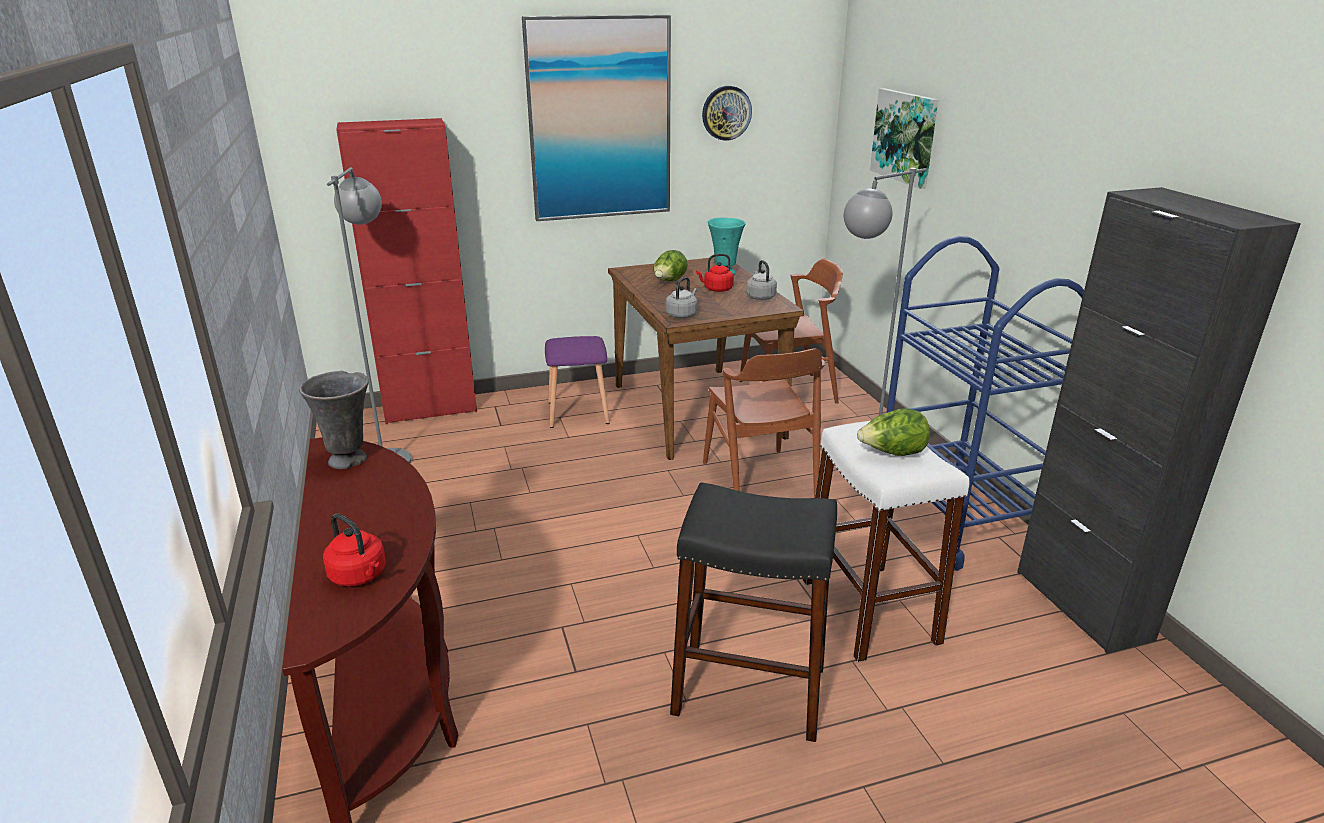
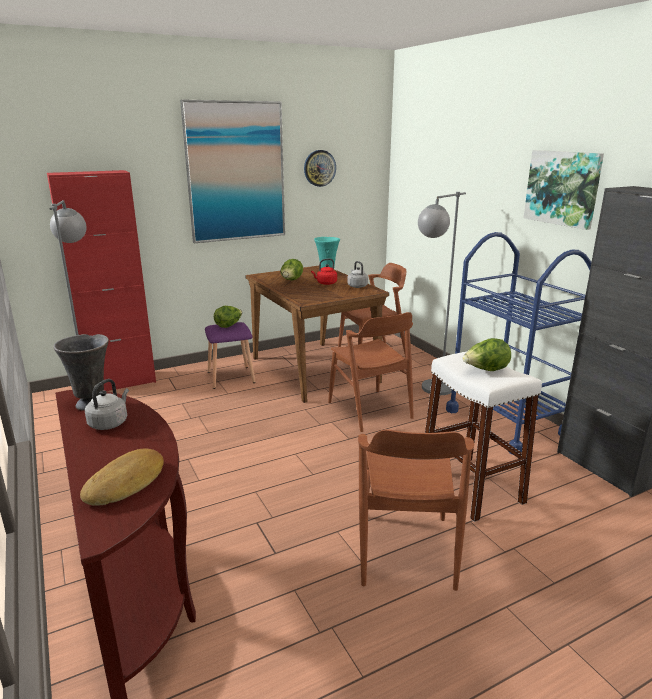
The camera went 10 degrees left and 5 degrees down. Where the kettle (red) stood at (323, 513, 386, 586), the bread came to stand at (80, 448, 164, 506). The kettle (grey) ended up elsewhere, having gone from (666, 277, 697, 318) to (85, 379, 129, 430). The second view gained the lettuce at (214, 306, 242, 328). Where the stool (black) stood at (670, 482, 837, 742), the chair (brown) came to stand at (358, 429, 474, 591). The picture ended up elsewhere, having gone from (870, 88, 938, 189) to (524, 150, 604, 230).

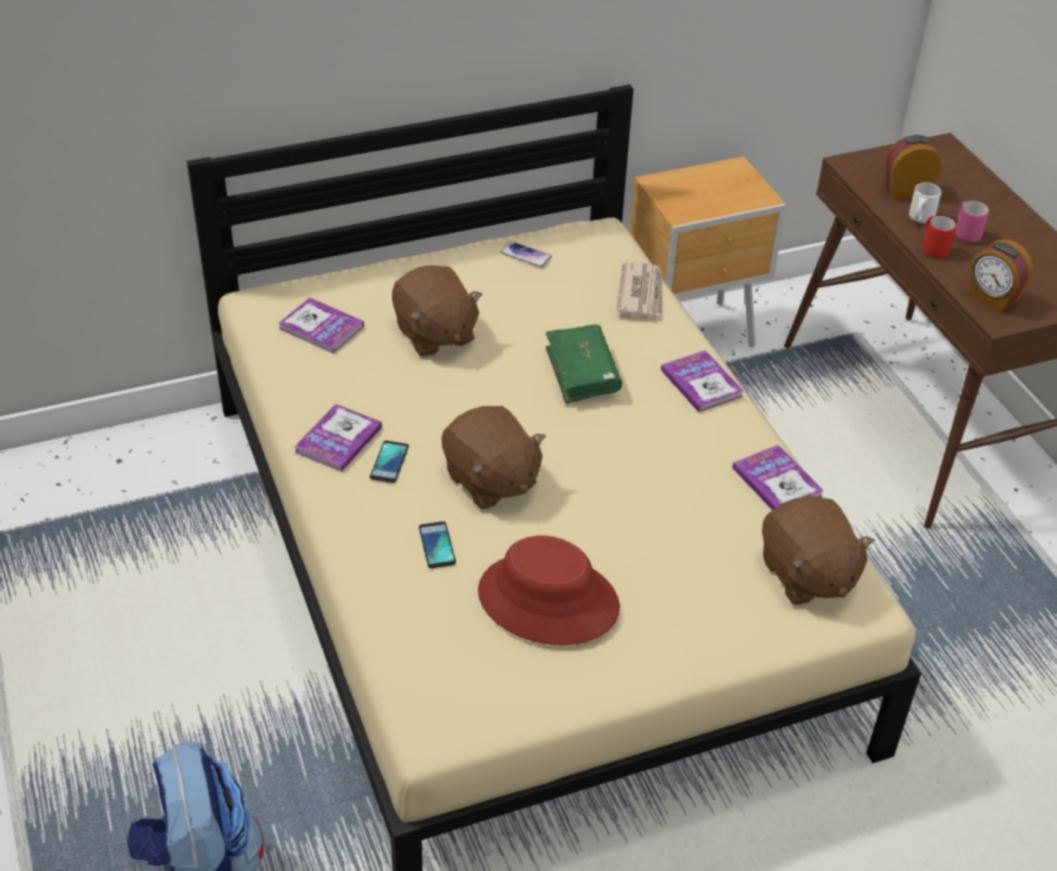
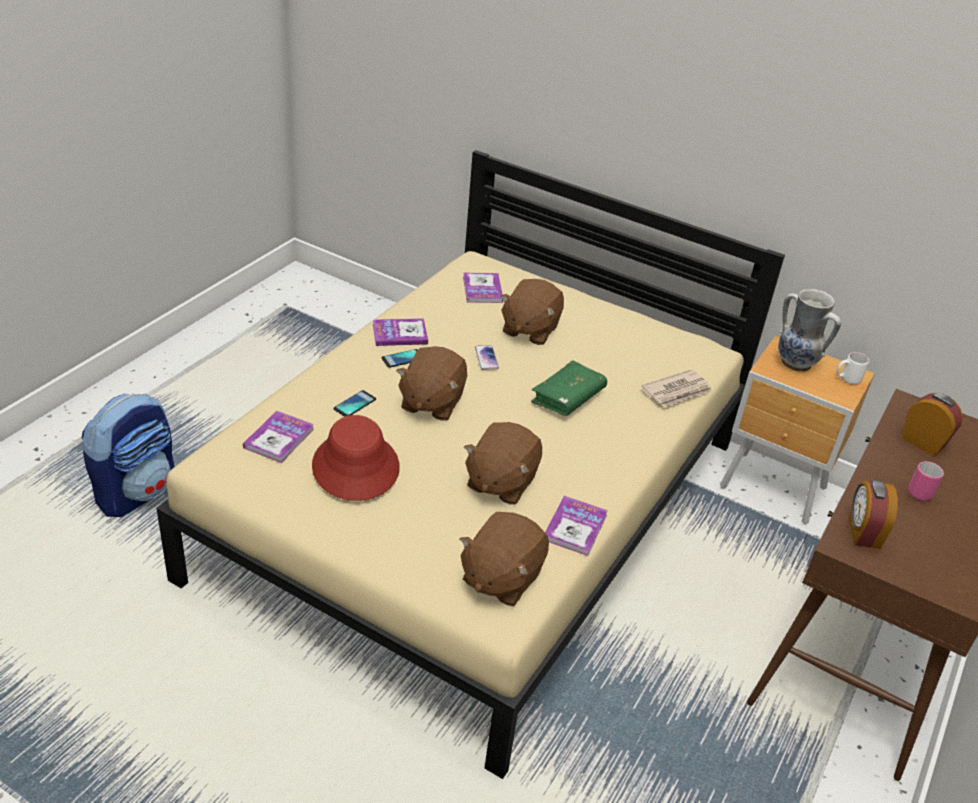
The camera went 50 degrees right and 5 degrees down. The book ended up elsewhere, having gone from (661, 350, 744, 412) to (243, 411, 314, 463). The second view gained the plush toy (brown) at (464, 422, 542, 505). The phone ended up elsewhere, having gone from (500, 241, 552, 267) to (475, 345, 499, 370). The second view gained the vase at (778, 289, 841, 372). The mug (white) ended up elsewhere, having gone from (909, 182, 941, 223) to (837, 352, 869, 384). The second view lost the mug (red) at (923, 216, 956, 258).

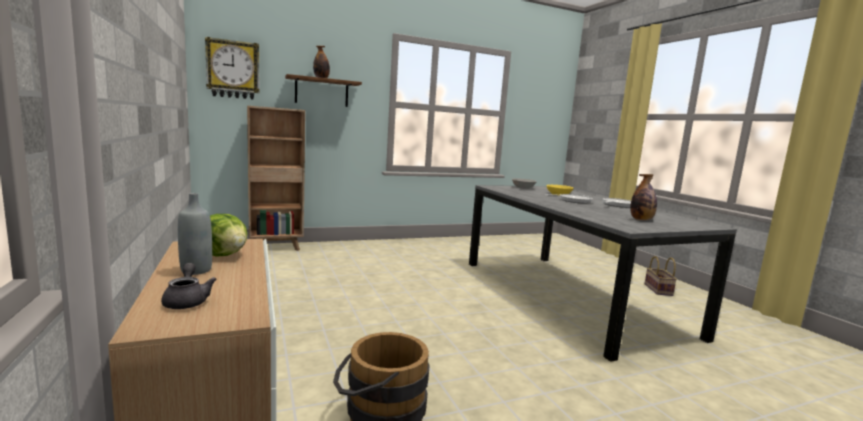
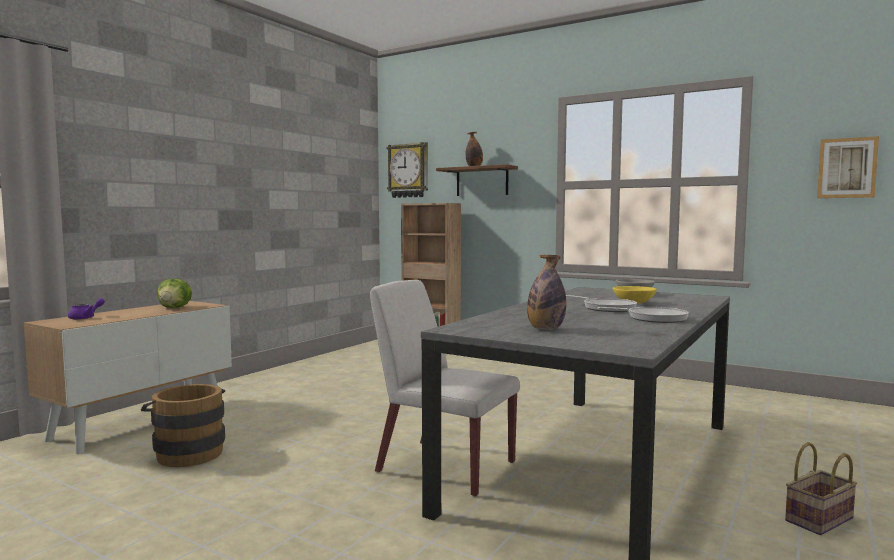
The camera went 55 degrees right and 5 degrees down. What was the teapot (grey) at (161, 263, 217, 309) turned into the teapot (purple) at (68, 298, 105, 320). The second view gained the chair (white) at (370, 280, 520, 497). The second view gained the picture at (817, 136, 879, 198). The second view lost the bottle (grey) at (178, 193, 212, 275).

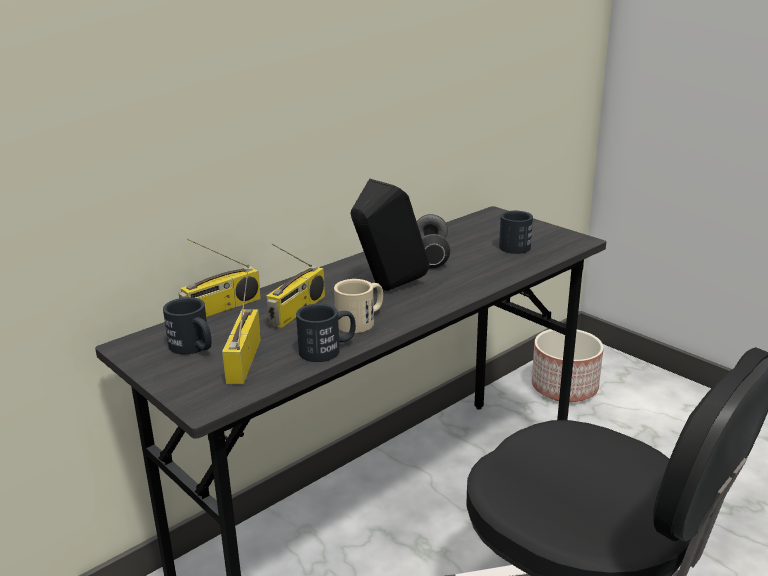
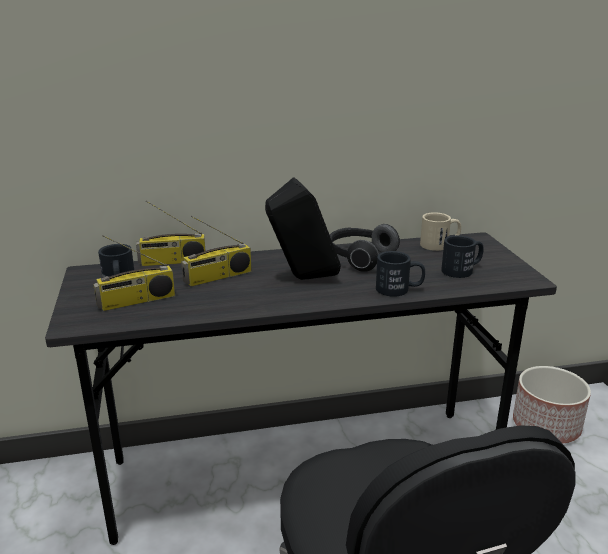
The camera went 30 degrees right and 0 degrees up. The radio at (222, 266, 261, 384) ended up facing another way, 150 degrees counterclockwise from before. The mug (black) ended up elsewhere, having gone from (296, 303, 356, 362) to (376, 251, 425, 297). The mug (beige) ended up elsewhere, having gone from (334, 279, 383, 333) to (420, 212, 461, 251).

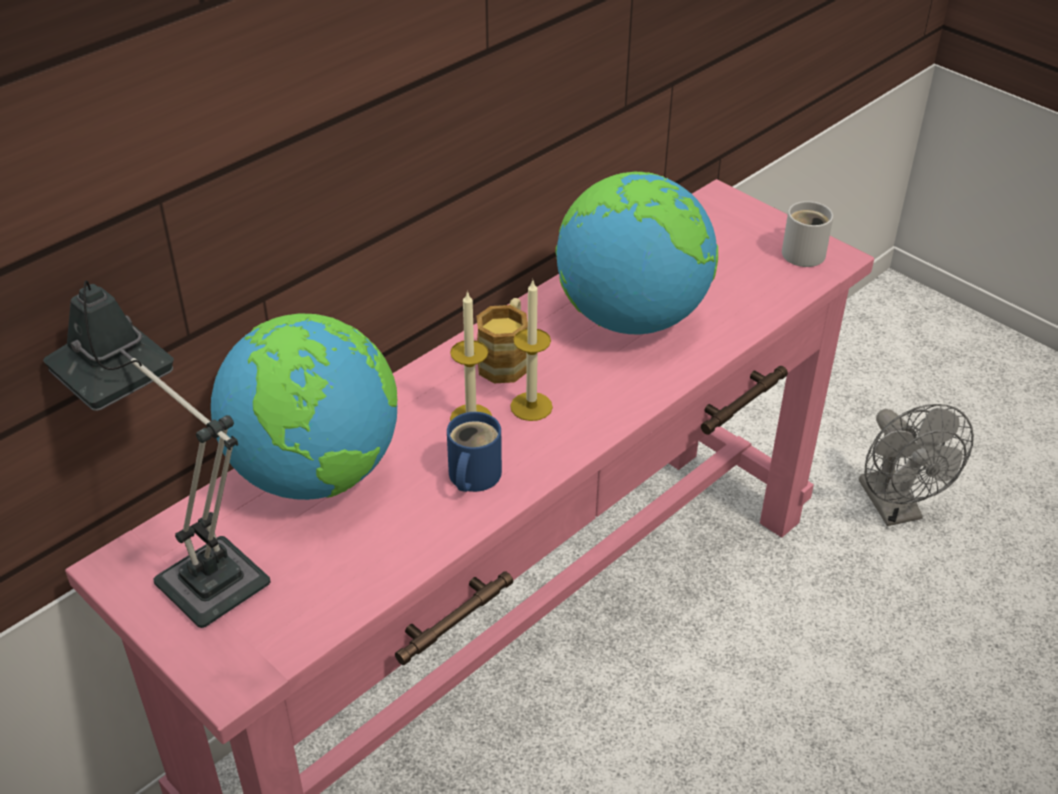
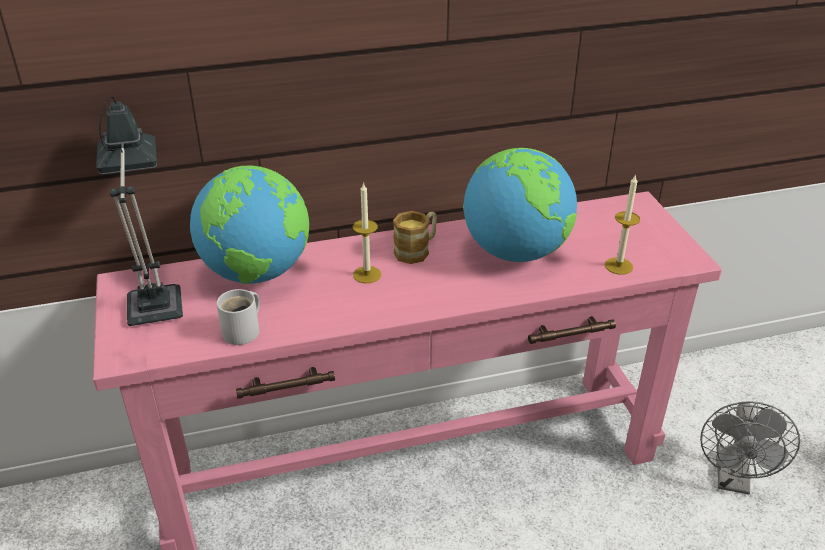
The camera went 30 degrees right and 5 degrees down. The mug (white) ended up elsewhere, having gone from (782, 201, 833, 267) to (217, 289, 260, 345). The candle ended up elsewhere, having gone from (510, 281, 553, 421) to (605, 174, 640, 275). The second view lost the mug (blue) at (447, 412, 502, 492).

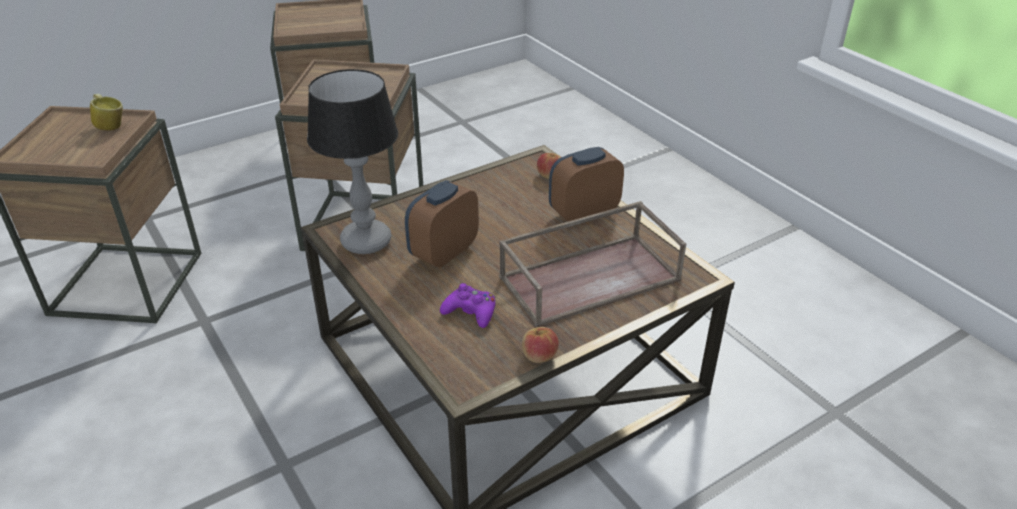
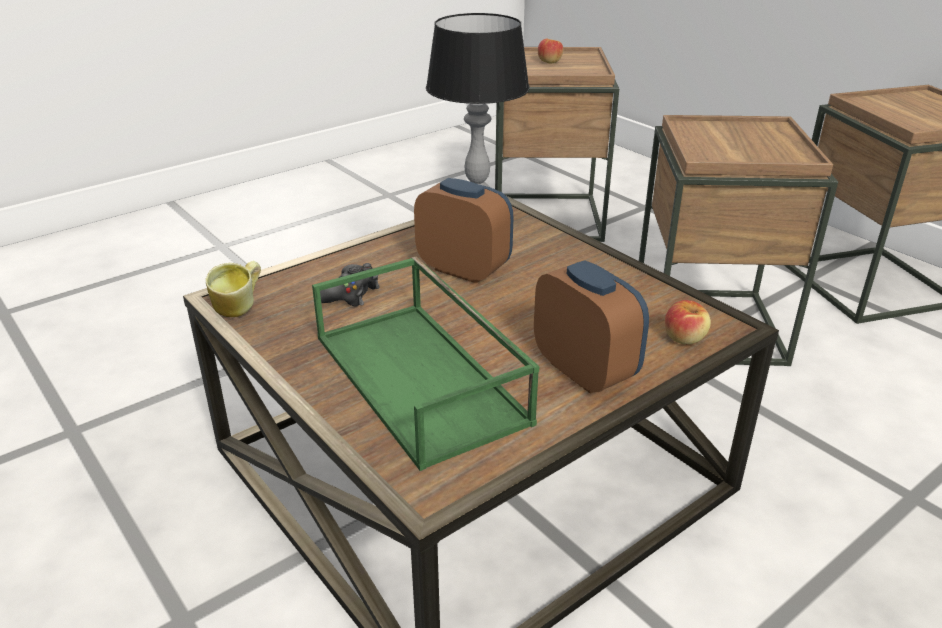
The camera went 85 degrees right and 5 degrees down. The mug ended up elsewhere, having gone from (90, 94, 123, 131) to (206, 261, 261, 317). What was the tray (brown) at (499, 201, 686, 327) turned into the tray (green) at (312, 257, 540, 471). What was the game controller (purple) at (440, 283, 495, 328) turned into the game controller (black) at (320, 263, 380, 307). The apple ended up elsewhere, having gone from (522, 327, 559, 363) to (538, 39, 563, 63).

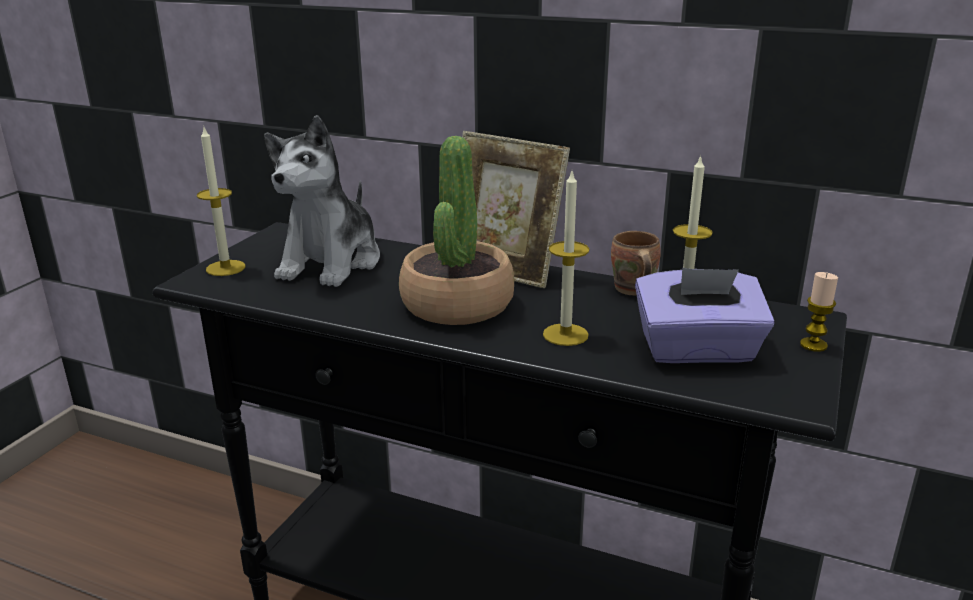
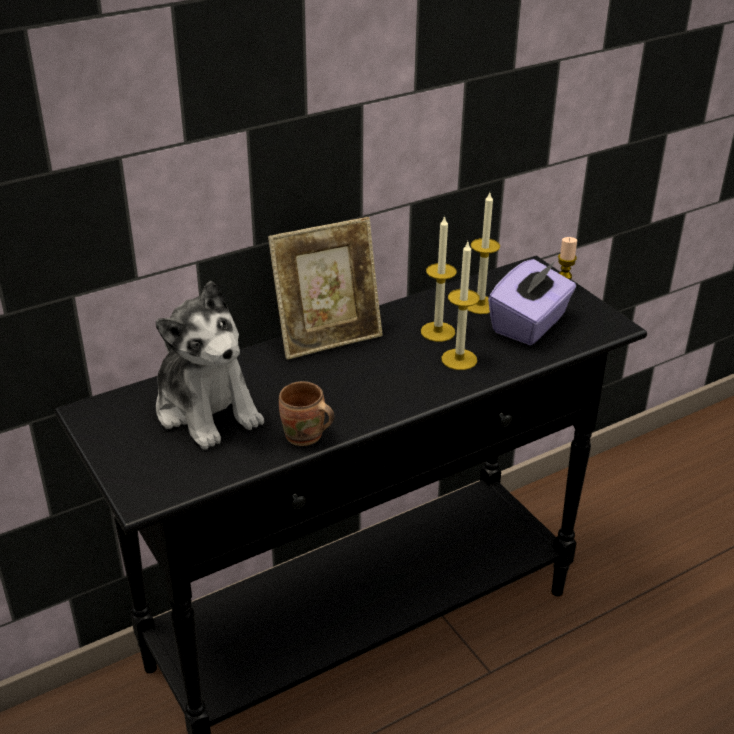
The camera went 55 degrees left and 10 degrees up. The mug (brown) ended up elsewhere, having gone from (611, 231, 661, 296) to (279, 381, 334, 446). The candle ended up elsewhere, having gone from (197, 128, 245, 276) to (421, 215, 457, 342). The second view lost the potted plant at (399, 136, 514, 325).

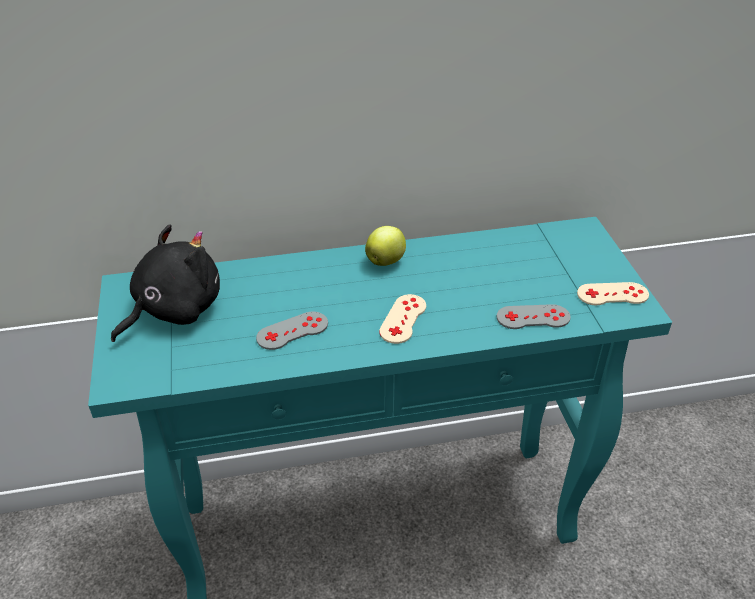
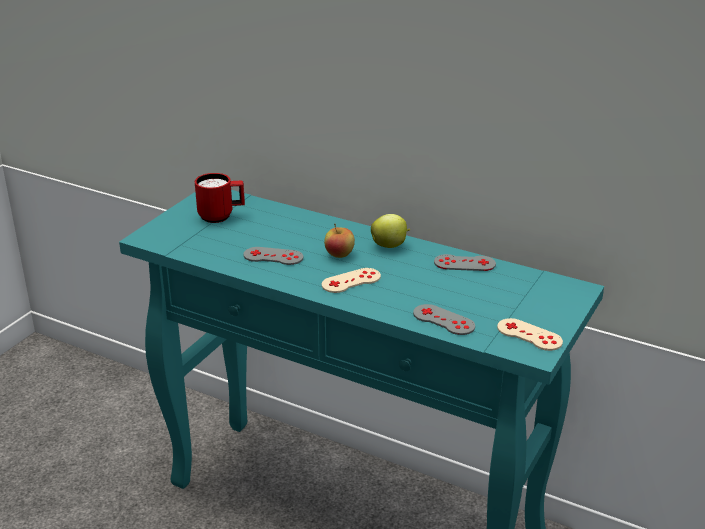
The camera went 40 degrees right and 10 degrees down. Where the plush toy (black) stood at (111, 224, 220, 342), the mug (red) came to stand at (195, 173, 245, 223). The second view gained the apple at (324, 224, 355, 258). The second view gained the game controller (grey) at (434, 254, 496, 271).

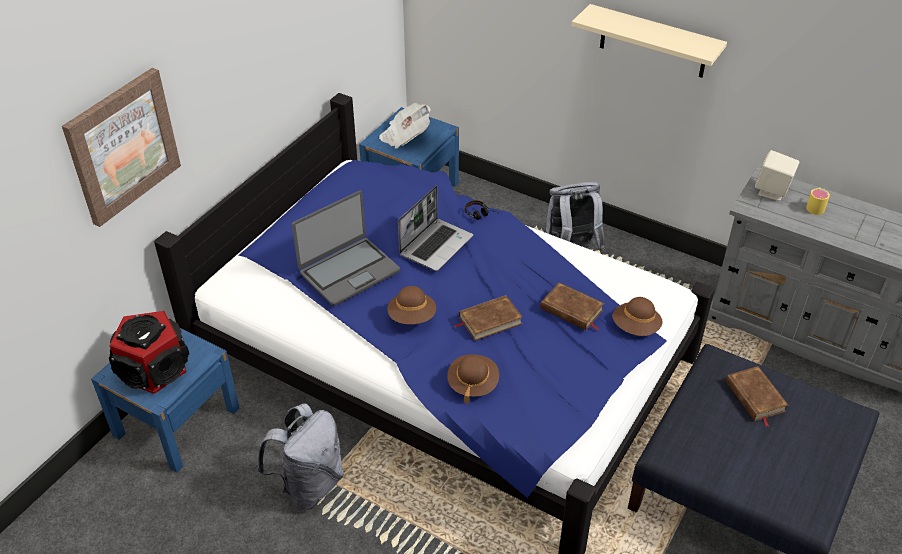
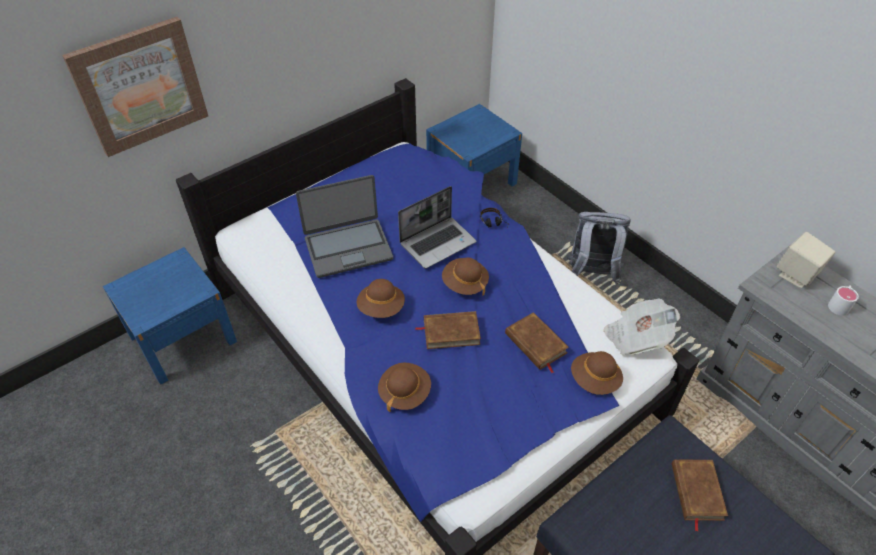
The camera went 20 degrees right and 5 degrees up. The second view gained the hat (brown) at (442, 258, 489, 296). The newspaper ended up elsewhere, having gone from (379, 103, 431, 149) to (603, 298, 680, 356). What was the mug (yellow) at (806, 187, 830, 215) turned into the mug (white) at (828, 285, 859, 316). The second view lost the speaker at (109, 311, 189, 394). The second view lost the backpack (grey) at (257, 404, 344, 510). The second view lost the shelf (beige) at (571, 4, 727, 78).

